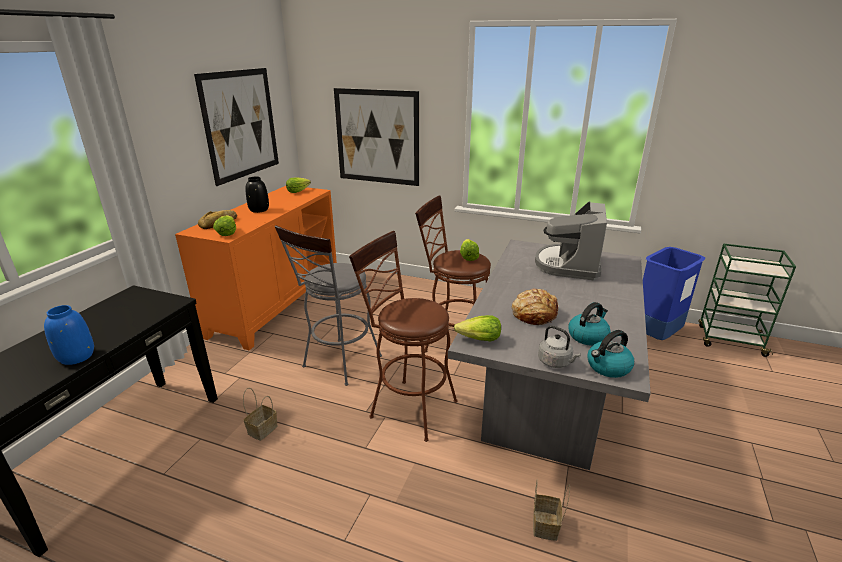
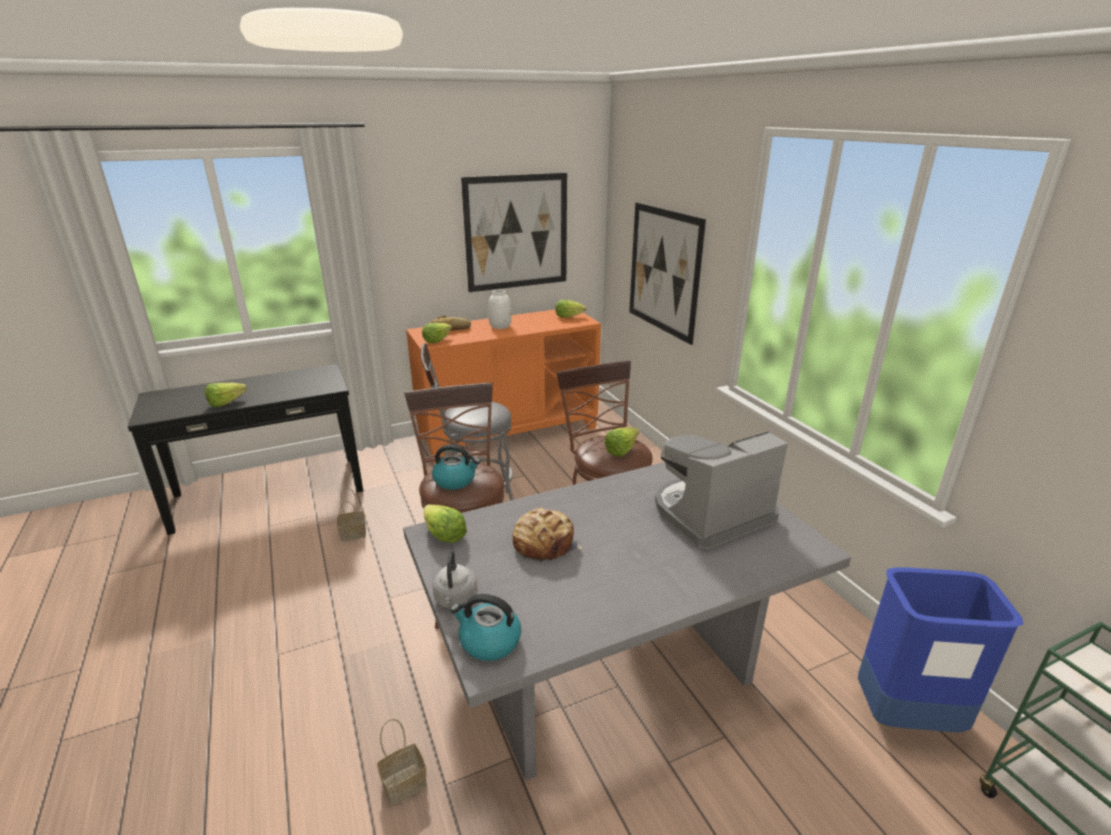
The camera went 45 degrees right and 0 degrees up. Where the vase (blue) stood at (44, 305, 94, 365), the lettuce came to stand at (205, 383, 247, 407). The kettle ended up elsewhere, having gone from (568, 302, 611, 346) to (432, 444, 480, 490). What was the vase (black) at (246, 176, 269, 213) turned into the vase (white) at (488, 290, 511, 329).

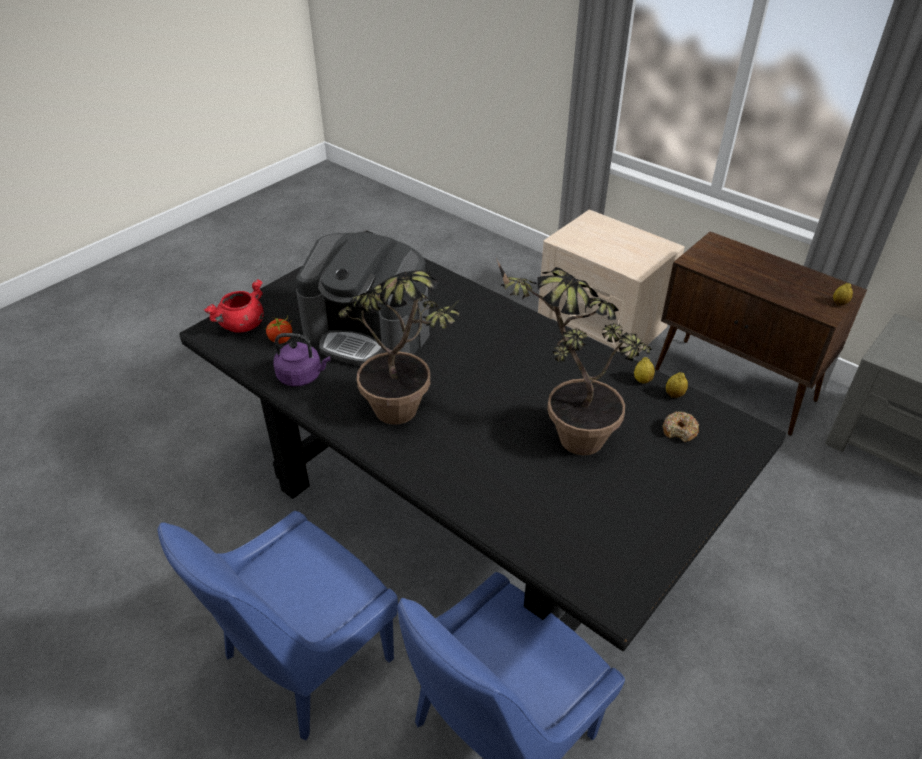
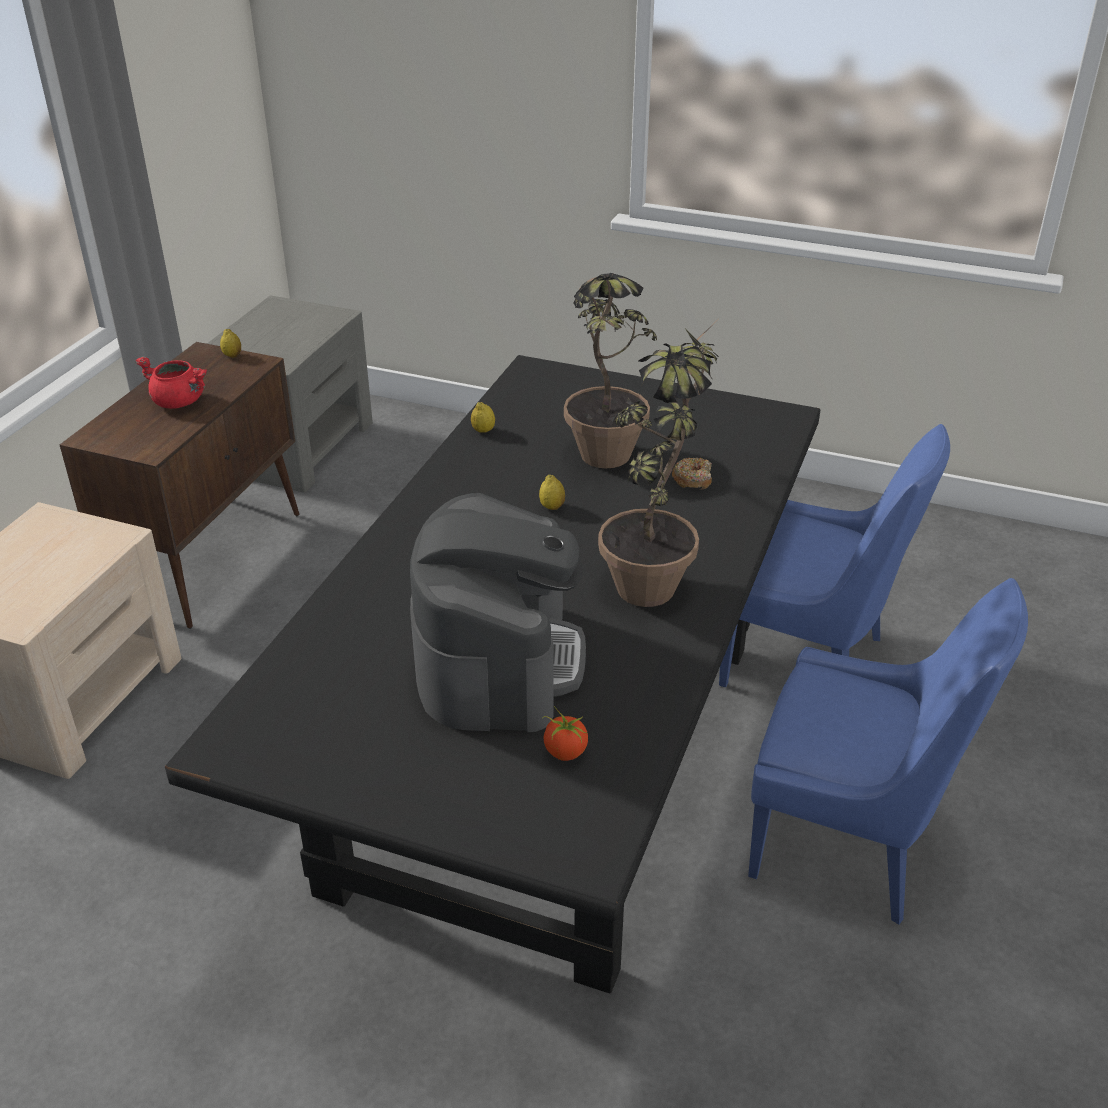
The camera went 110 degrees left and 5 degrees down. The cooking pot (red) ended up elsewhere, having gone from (204, 279, 264, 333) to (135, 357, 207, 409). The lemon ended up elsewhere, having gone from (666, 372, 688, 398) to (539, 475, 565, 510). The donut ended up elsewhere, having gone from (663, 411, 700, 442) to (672, 458, 712, 489). The second view lost the kettle (purple) at (273, 333, 330, 387).

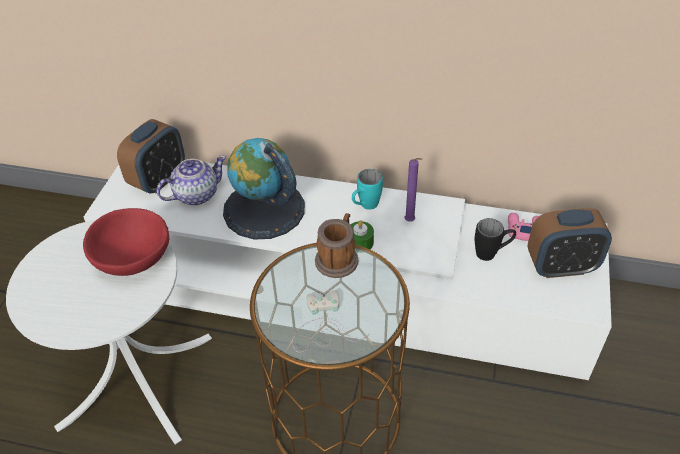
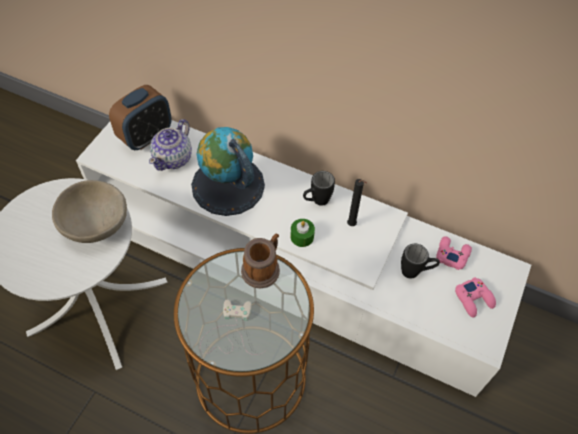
The camera went 10 degrees right and 10 degrees up. What was the bowl (red) at (83, 208, 169, 276) turned into the bowl (beige) at (52, 180, 127, 243). The teapot at (157, 155, 226, 205) ended up facing another way, 135 degrees clockwise from before. What was the mug (turquoise) at (352, 169, 383, 210) turned into the mug (black) at (303, 171, 335, 206). What was the candle (purple) at (405, 158, 422, 222) turned into the candle (black) at (347, 179, 367, 226). Where the alarm clock stood at (527, 208, 612, 278), the game controller (pink) came to stand at (455, 277, 496, 318).

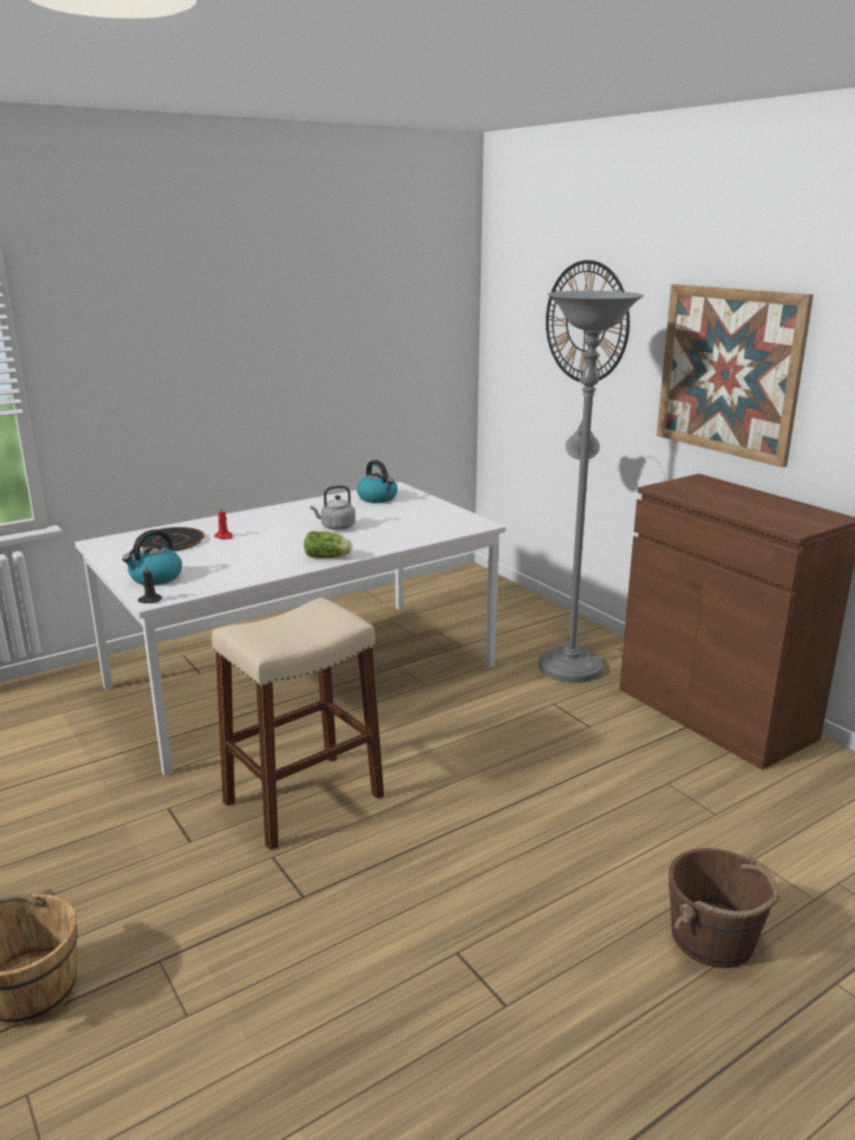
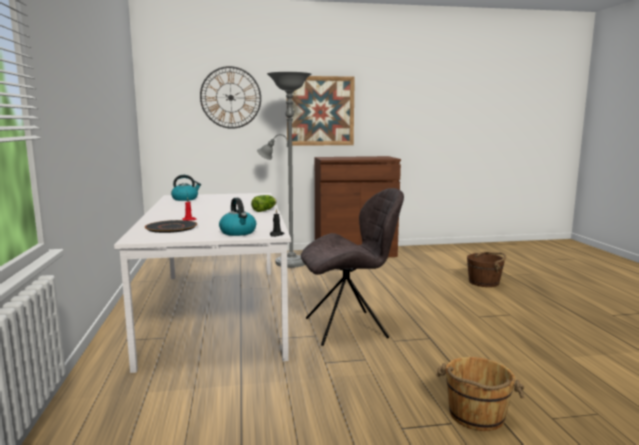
The camera went 65 degrees left and 10 degrees down. Where the stool (beige) stood at (212, 598, 384, 850), the chair (grey) came to stand at (301, 188, 404, 346). The second view lost the kettle (grey) at (310, 485, 356, 530).

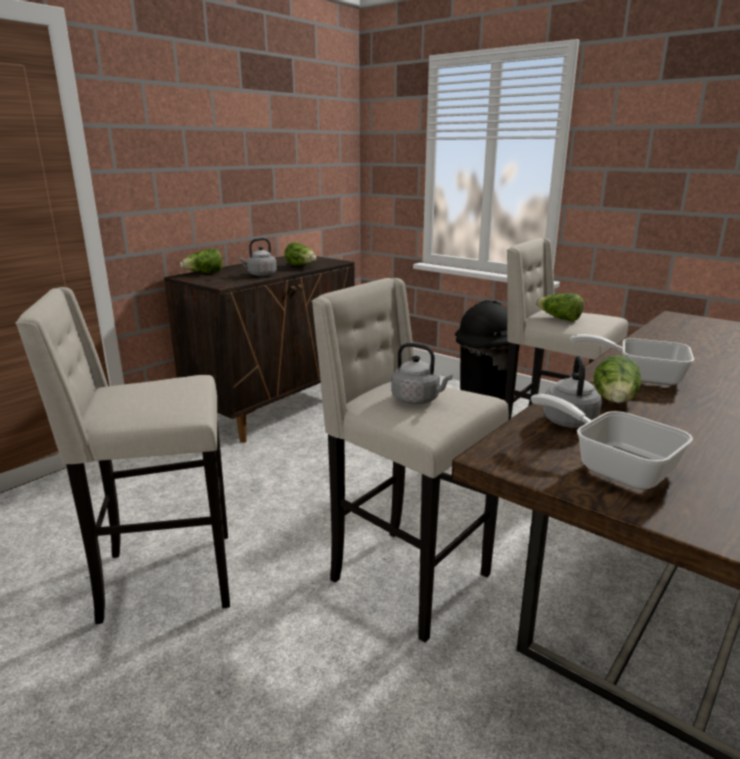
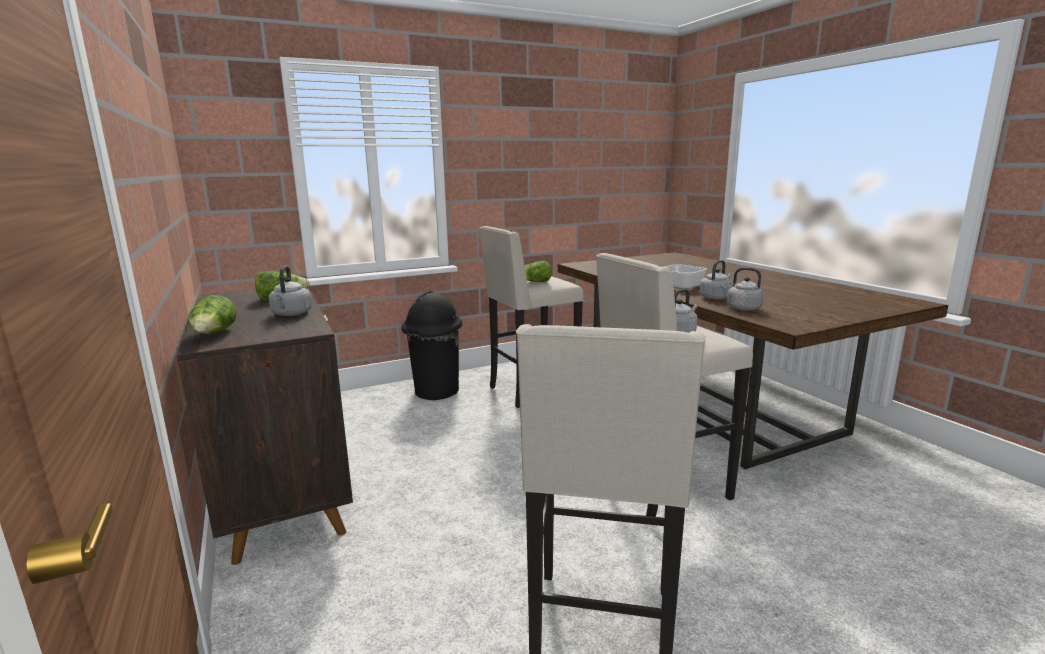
The camera went 65 degrees left and 5 degrees down. Where the lettuce stood at (594, 355, 642, 403), the kettle (grey) came to stand at (700, 260, 733, 300). The second view lost the frying pan at (531, 394, 693, 490).

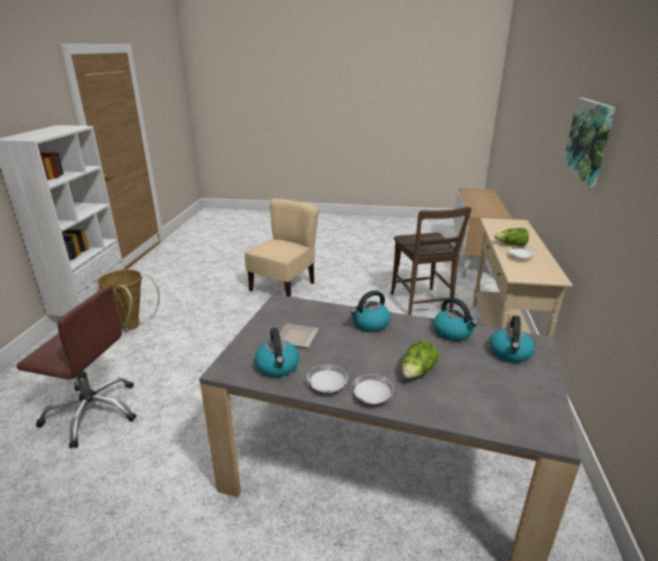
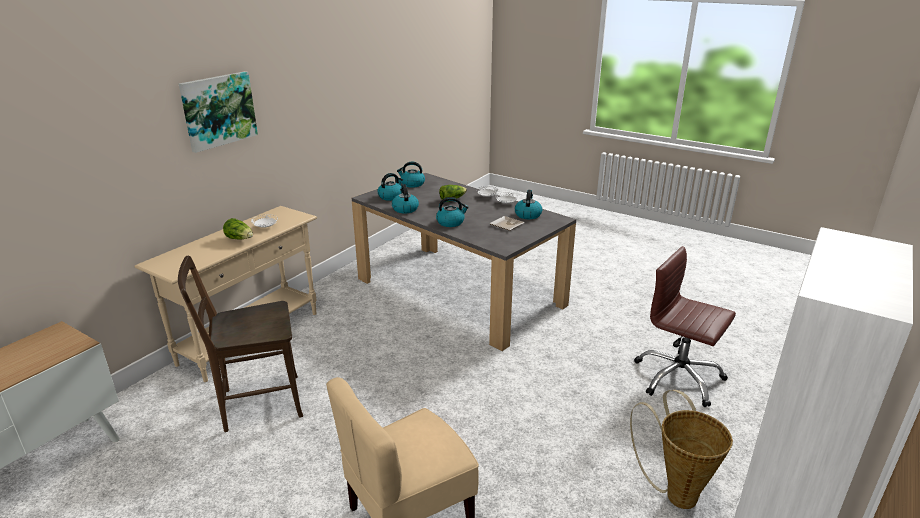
The camera went 155 degrees left and 0 degrees up. The chair (brown) at (390, 207, 471, 315) ended up facing another way, 120 degrees counterclockwise from before. The second view gained the kettle at (397, 162, 425, 188).

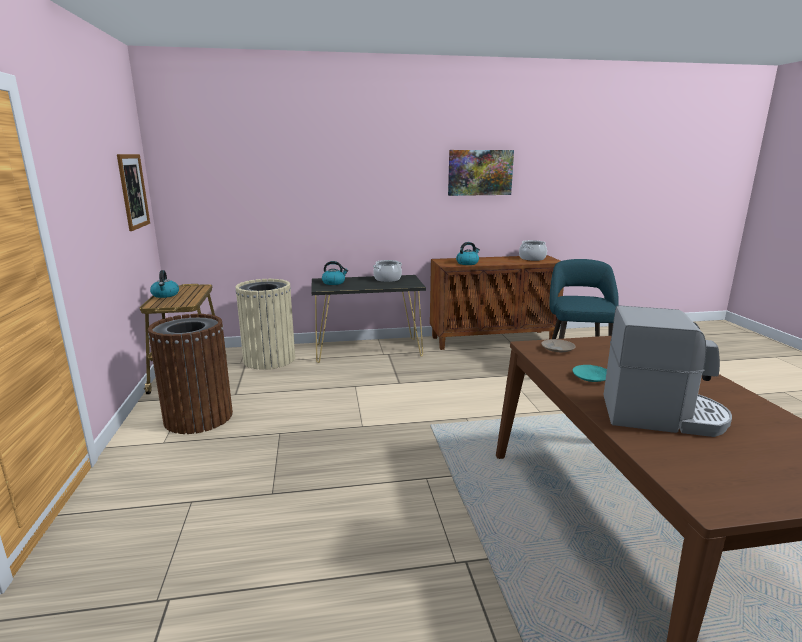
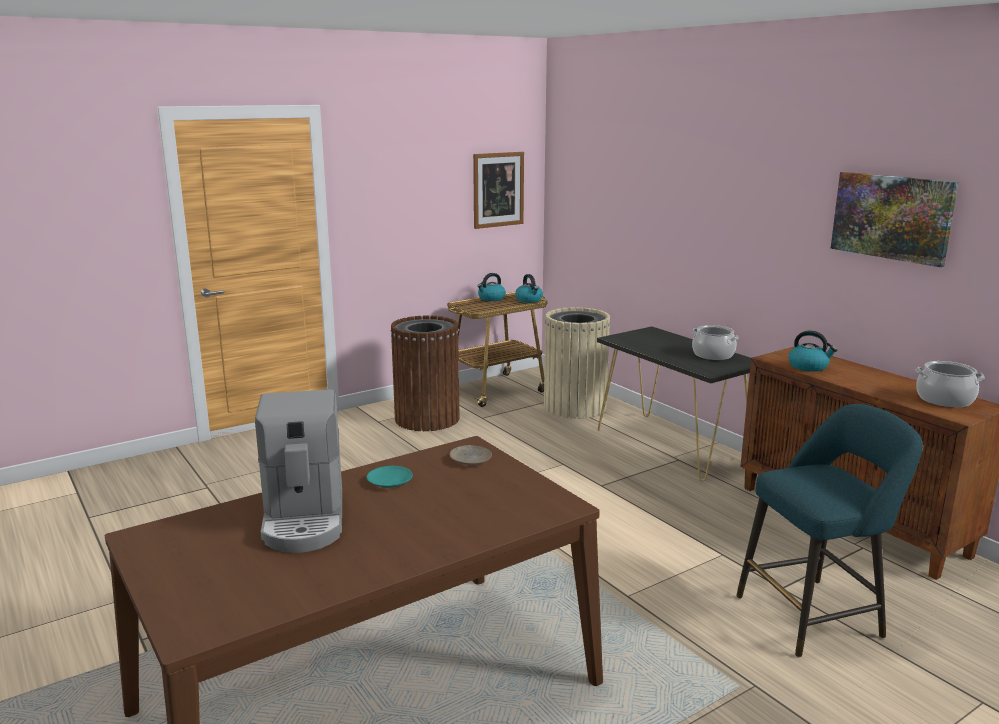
The camera went 65 degrees right and 0 degrees up. The kettle ended up elsewhere, having gone from (322, 261, 348, 285) to (515, 274, 543, 303).

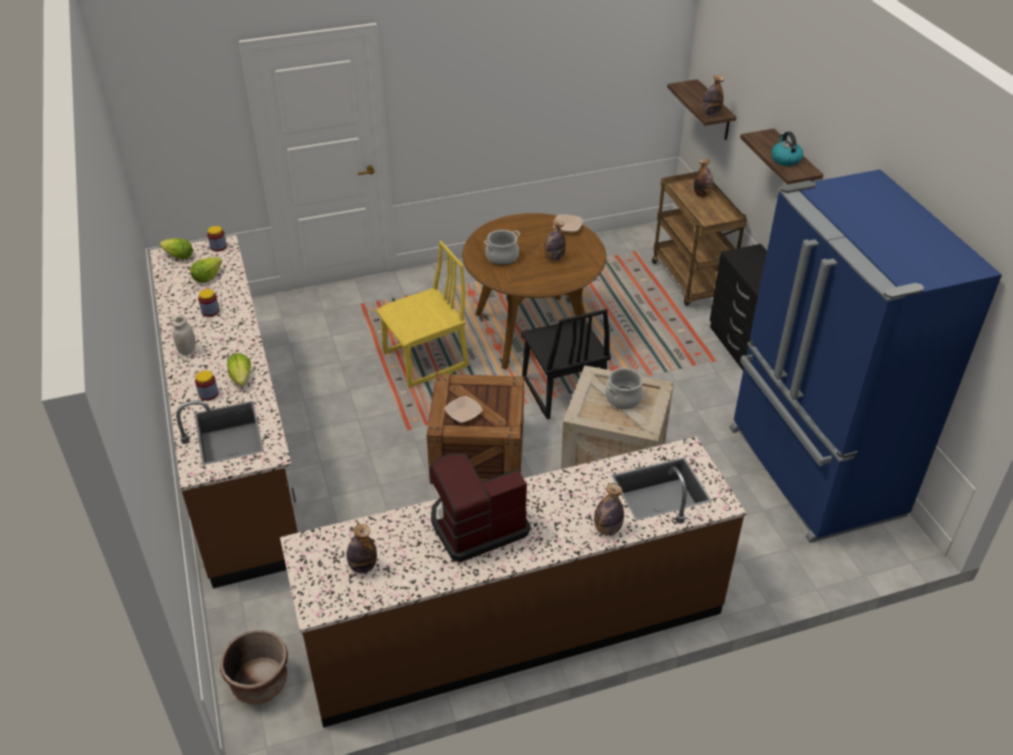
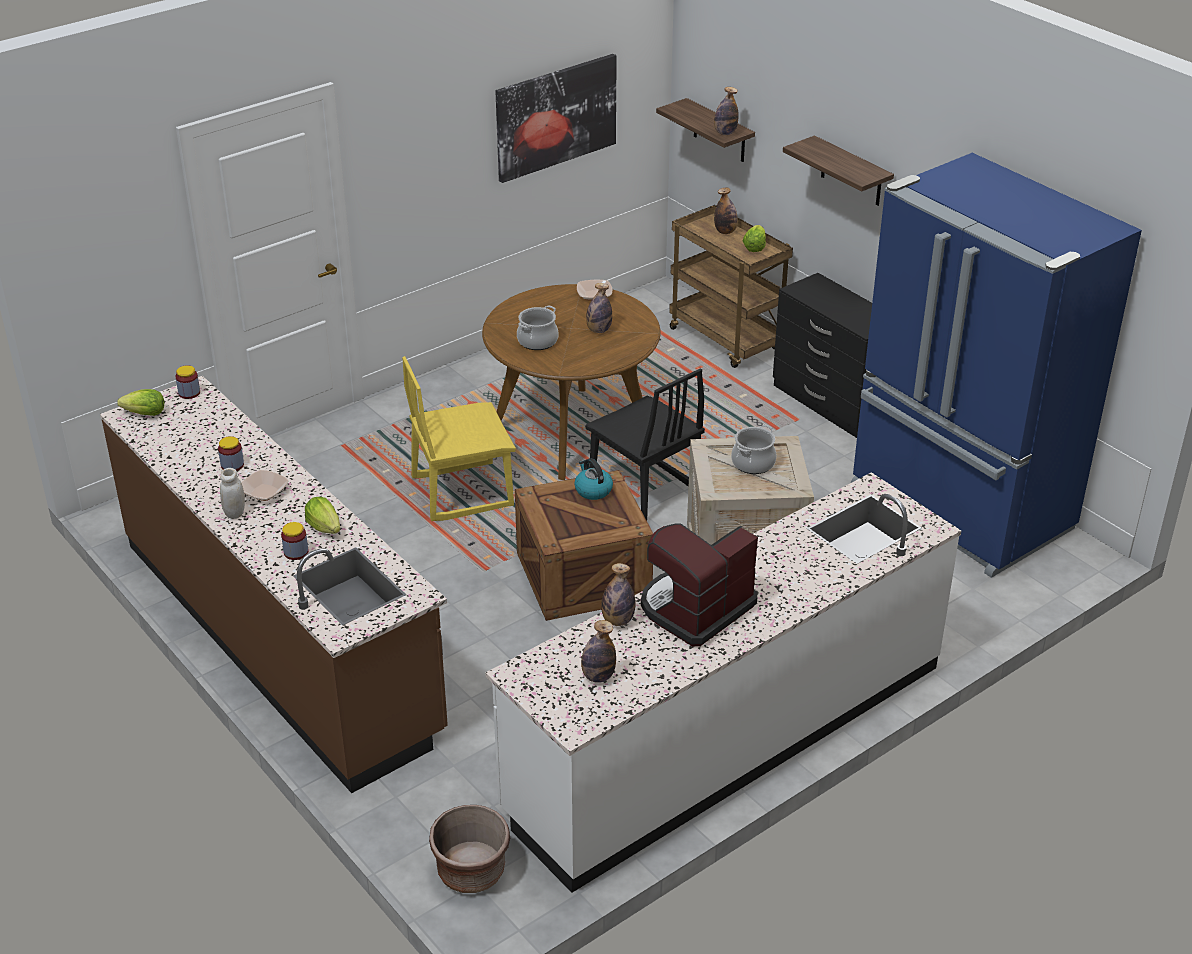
The camera went 20 degrees left and 5 degrees down. The bowl ended up elsewhere, having gone from (444, 396, 483, 423) to (242, 470, 288, 501). The chair (yellow) at (376, 241, 469, 388) ended up facing another way, 150 degrees counterclockwise from before. What was the counter (brown) at (280, 437, 746, 728) turned into the counter (white) at (485, 472, 961, 893). The second view gained the picture at (495, 54, 617, 183). The kettle ended up elsewhere, having gone from (771, 131, 803, 166) to (574, 458, 613, 500). The bottle ended up elsewhere, having gone from (594, 484, 624, 535) to (601, 563, 635, 626). The lettuce ended up elsewhere, having gone from (190, 257, 222, 283) to (743, 225, 766, 252).

